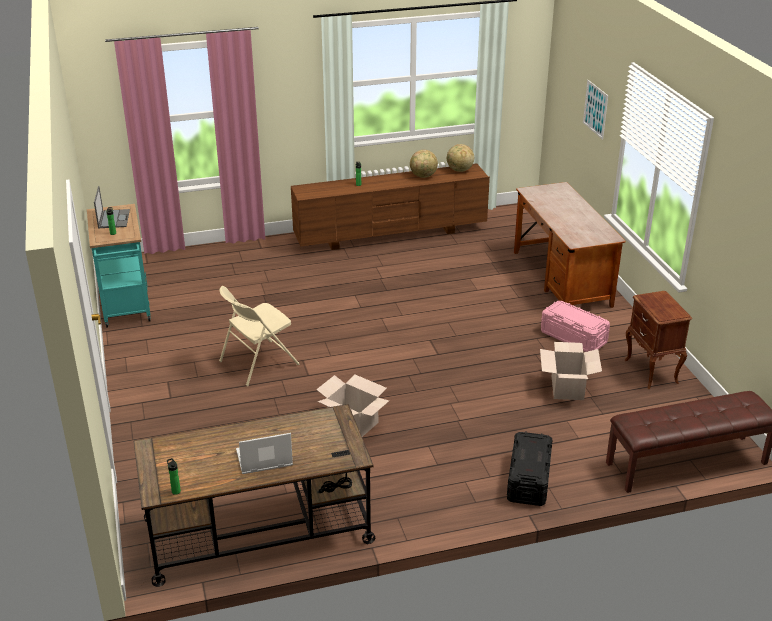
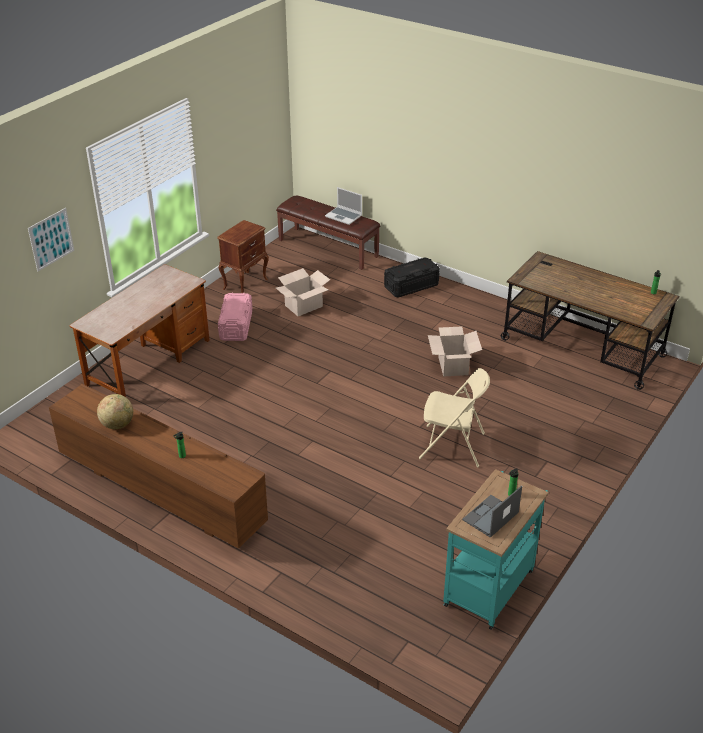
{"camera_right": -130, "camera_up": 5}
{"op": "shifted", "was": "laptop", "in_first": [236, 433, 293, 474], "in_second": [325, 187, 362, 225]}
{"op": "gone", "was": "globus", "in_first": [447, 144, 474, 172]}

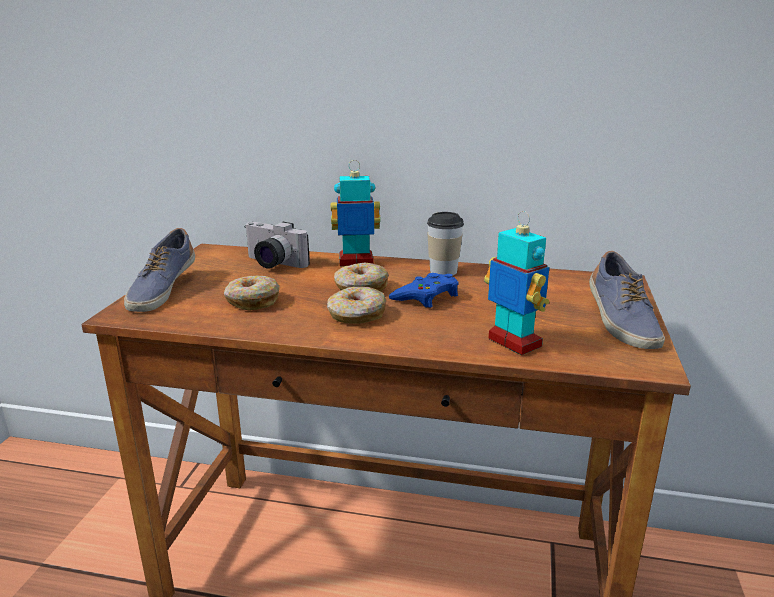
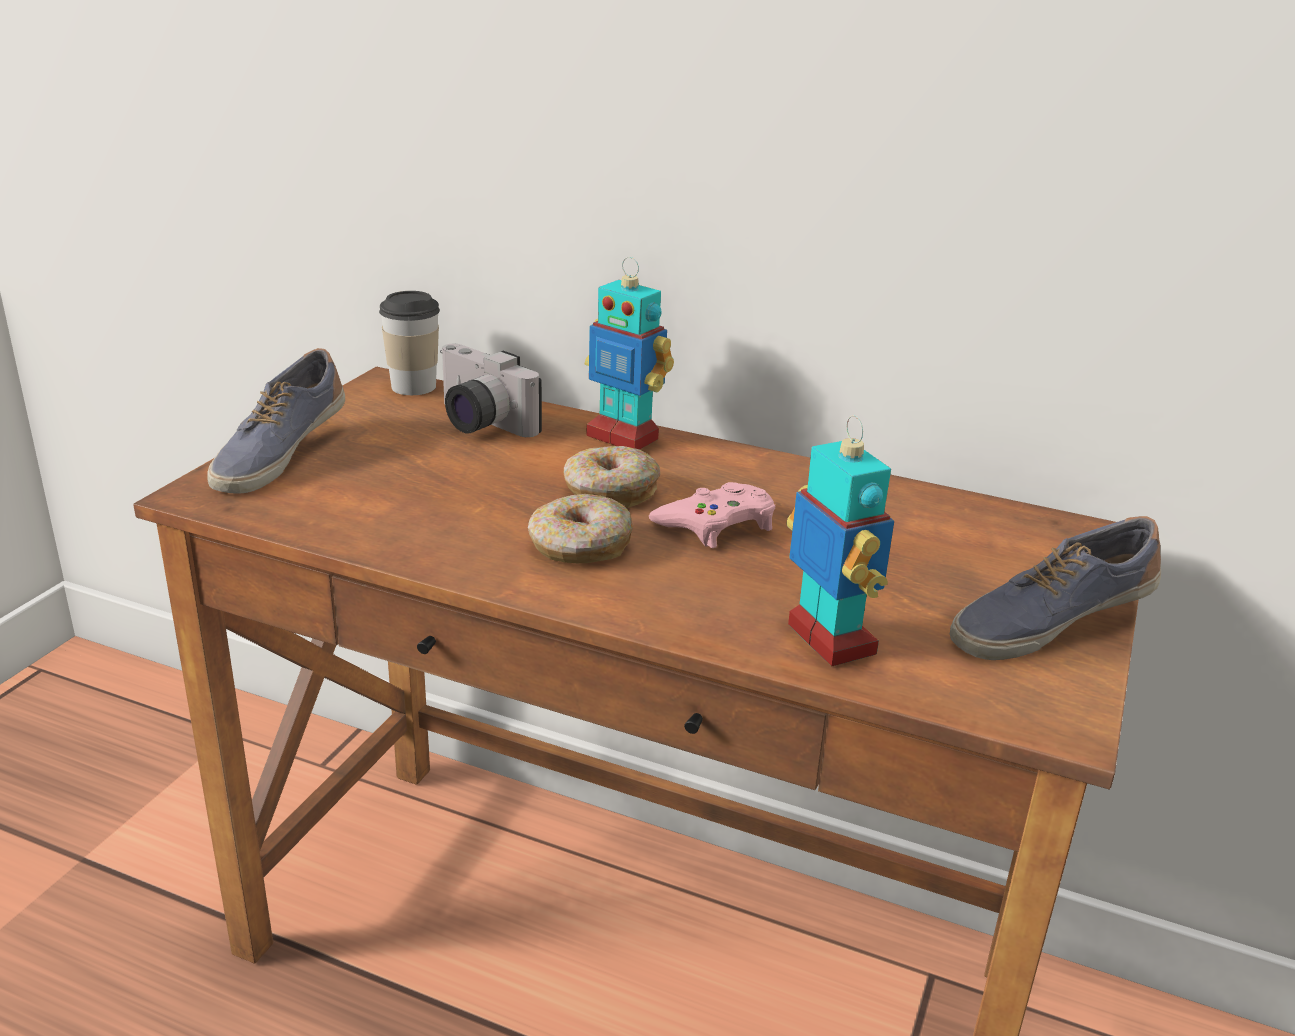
{"camera_right": 10, "camera_up": 5}
{"op": "gone", "was": "donut", "in_first": [224, 276, 280, 311]}
{"op": "rotated", "was": "robot zabawkowy", "in_first": [330, 160, 380, 266], "in_second": [584, 257, 674, 450], "clockwise": -150}
{"op": "repainted", "was": "pad do gier/niebieski", "now": "pad do gier/różowy", "in_first": [389, 273, 459, 308], "in_second": [649, 482, 775, 548]}
{"op": "shifted", "was": "filiżanka", "in_first": [427, 212, 464, 275], "in_second": [379, 291, 440, 395]}
{"op": "rotated", "was": "but", "in_first": [589, 251, 665, 349], "in_second": [950, 516, 1161, 660], "clockwise": 60}

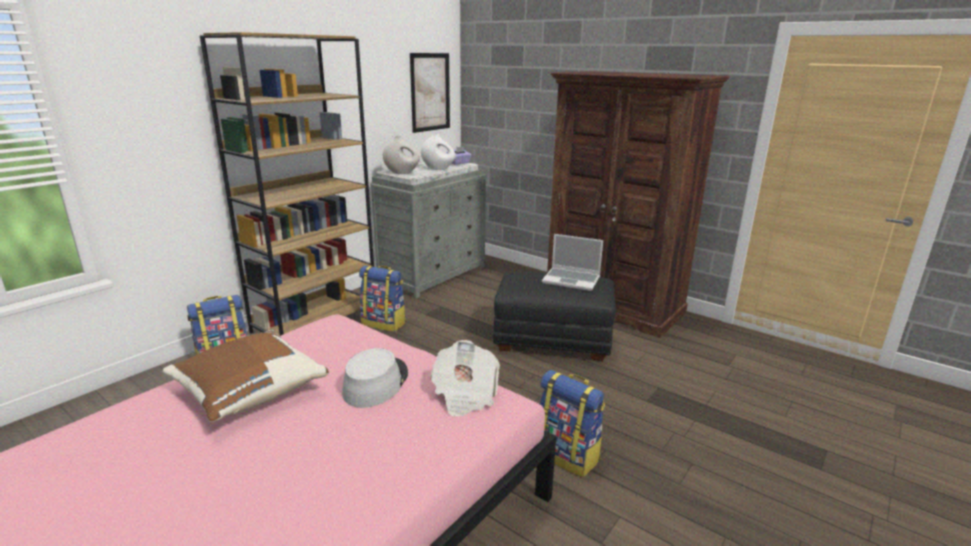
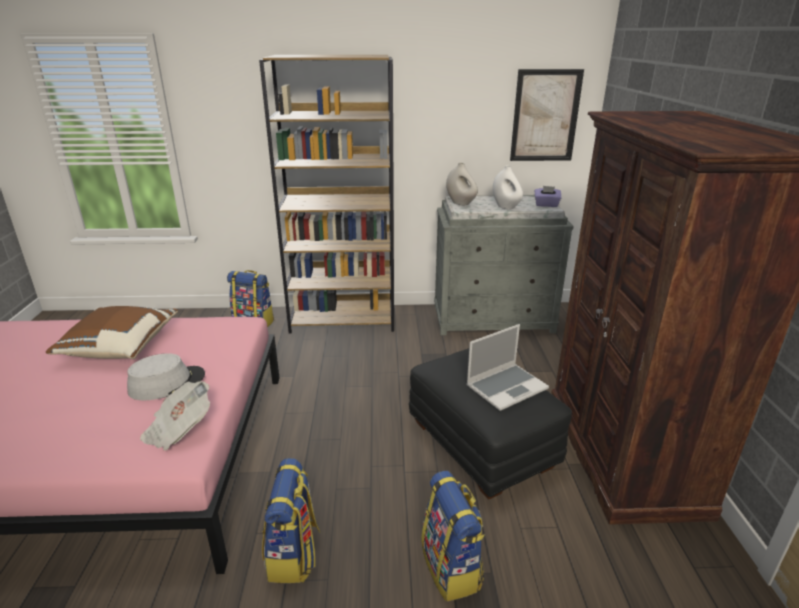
{"camera_right": 50, "camera_up": 5}
{"op": "shifted", "was": "plecak", "in_first": [359, 266, 406, 332], "in_second": [421, 471, 485, 602]}
{"op": "rotated", "was": "laptop", "in_first": [542, 234, 603, 291], "in_second": [466, 324, 549, 411], "clockwise": -105}

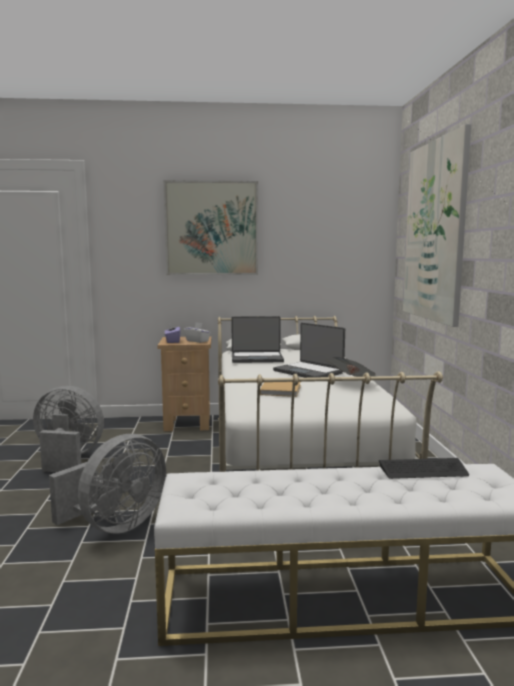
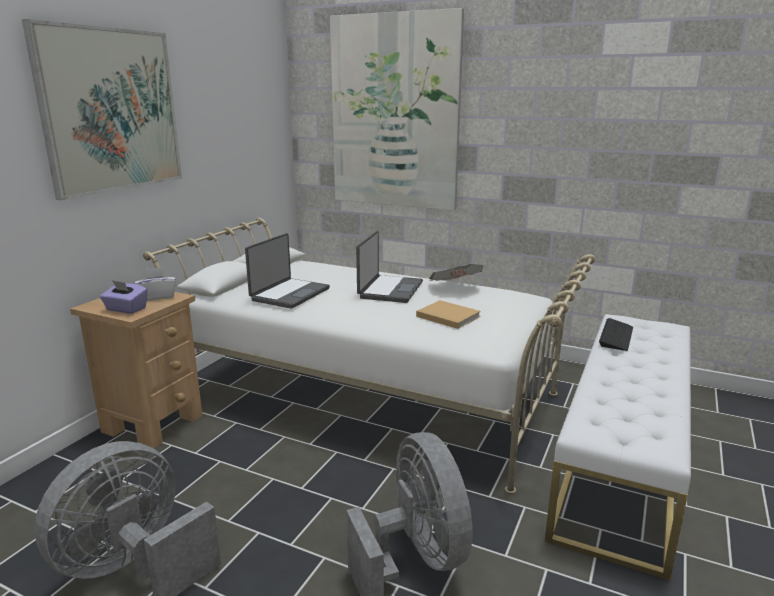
{"camera_right": -60, "camera_up": 10}
{"op": "rotated", "was": "laptop", "in_first": [273, 323, 345, 378], "in_second": [356, 231, 423, 303], "clockwise": -60}

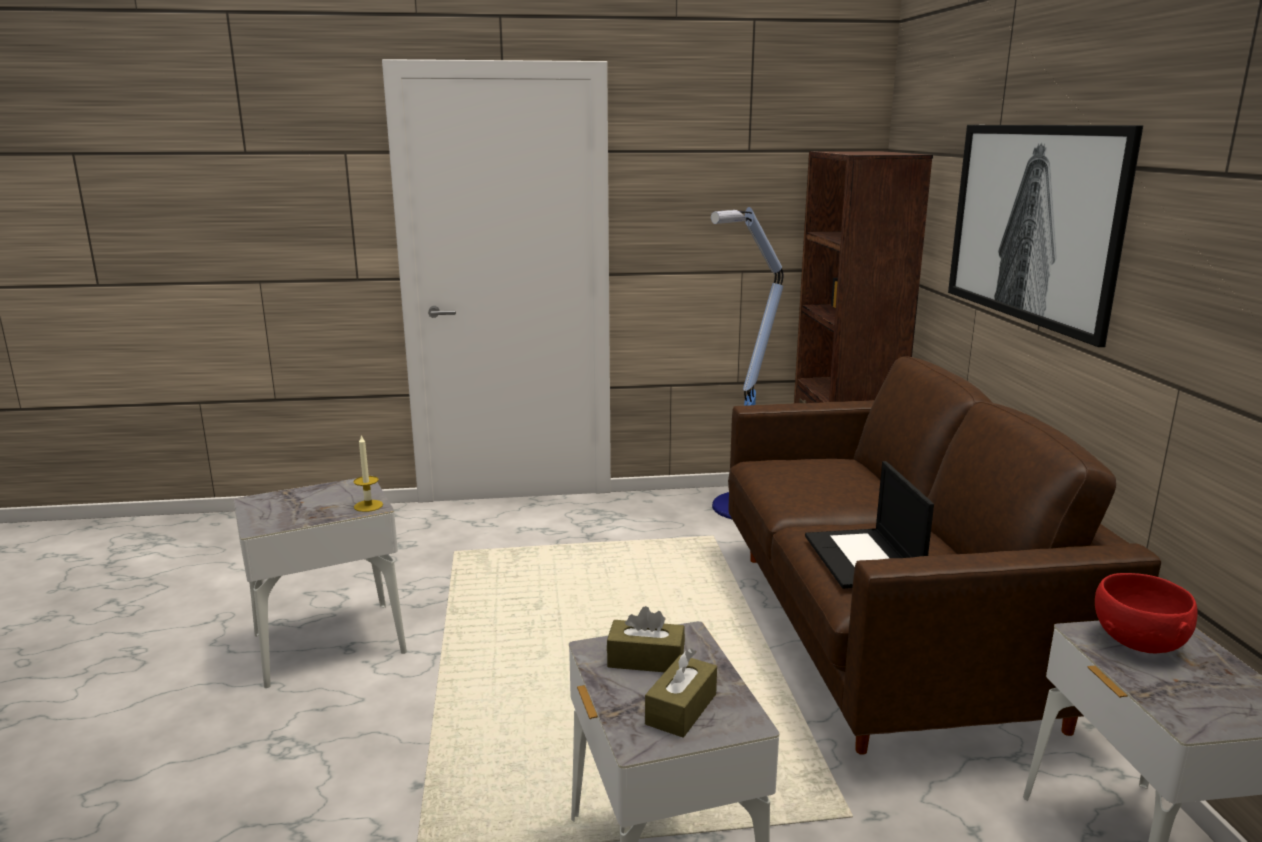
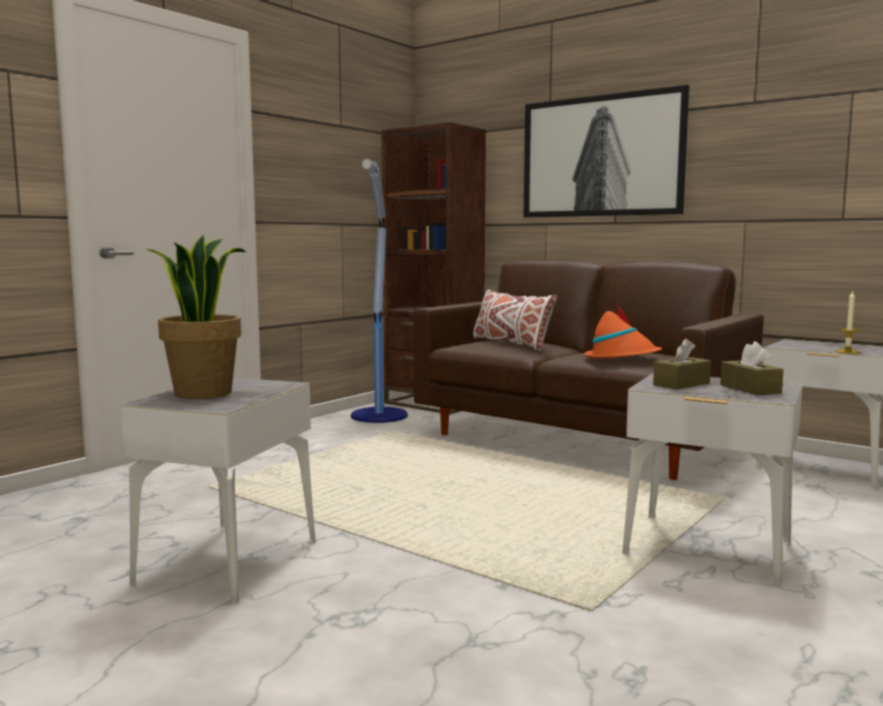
{"camera_right": -45, "camera_up": -10}
{"op": "shifted", "was": "świeca", "in_first": [353, 434, 383, 512], "in_second": [835, 290, 861, 354]}
{"op": "swapped", "was": "laptop", "now": "kapelusz/pomarańczowy", "in_first": [805, 461, 934, 589], "in_second": [584, 304, 662, 359]}
{"op": "gone", "was": "miska/czerwony", "in_first": [1095, 573, 1198, 653]}
{"op": "new", "now": "roślina doniczkowa", "in_second": [147, 235, 247, 399]}
{"op": "new", "now": "poduszka/biały", "in_second": [473, 290, 557, 351]}

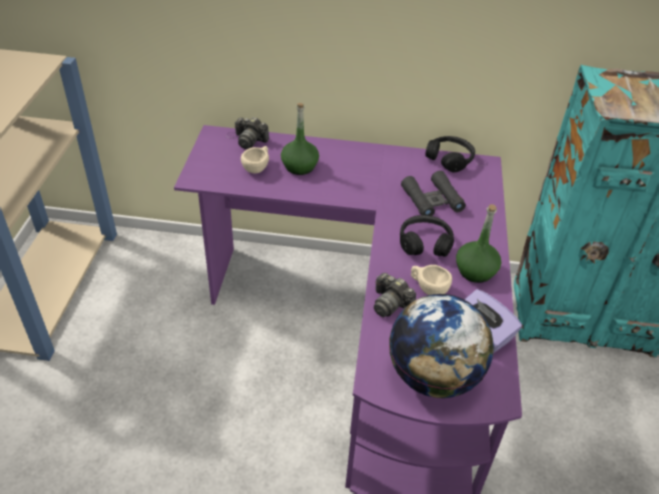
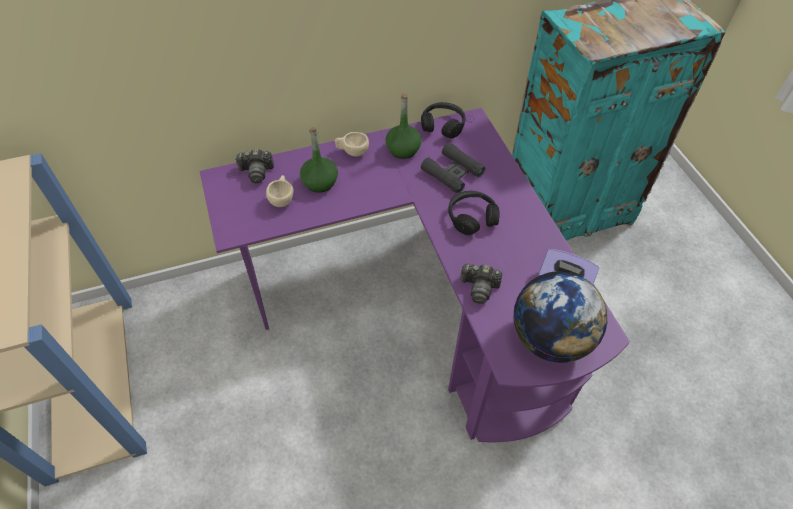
{"camera_right": -25, "camera_up": 10}
{"op": "shifted", "was": "filiżanka/beżowy", "in_first": [411, 265, 452, 295], "in_second": [335, 132, 369, 157]}
{"op": "shifted", "was": "butelka/zielony", "in_first": [456, 204, 501, 283], "in_second": [385, 93, 422, 159]}

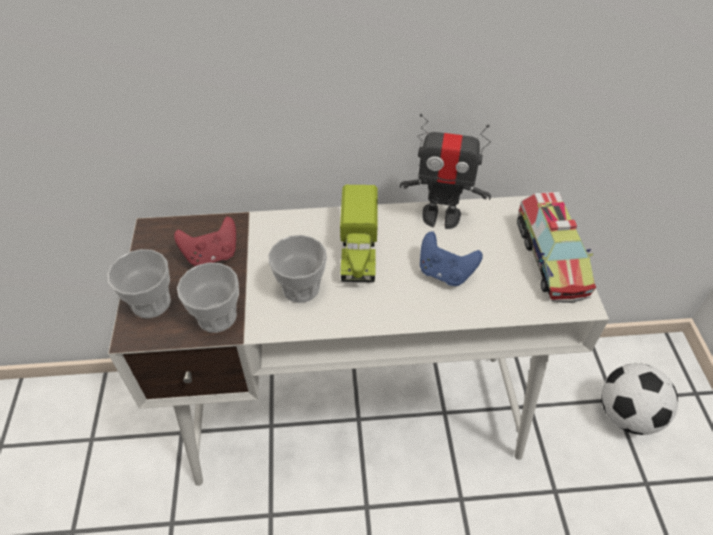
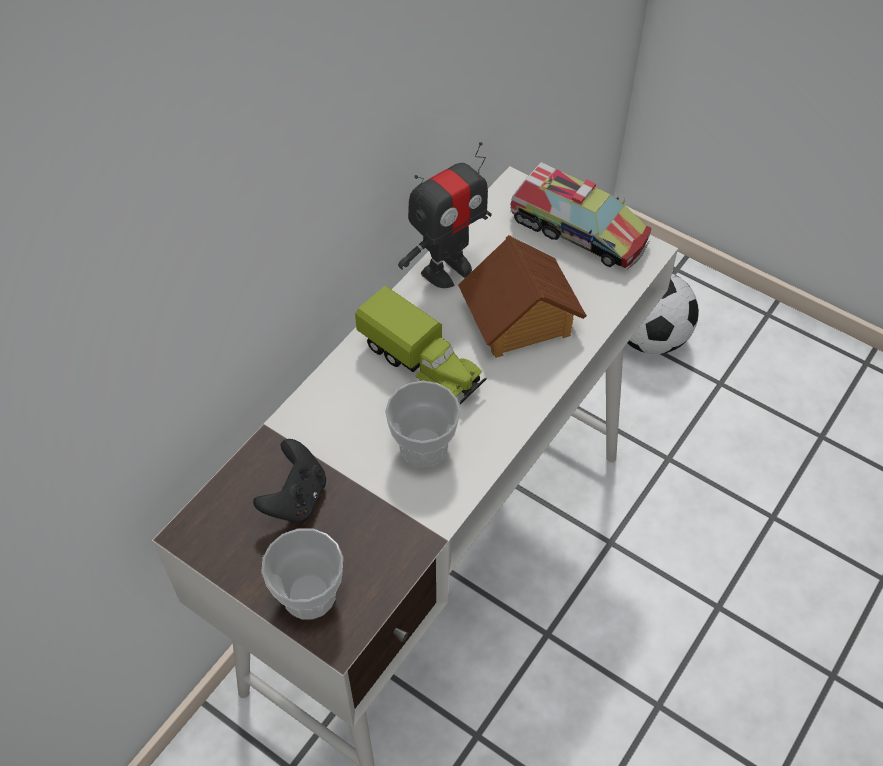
{"camera_right": -50, "camera_up": 5}
{"op": "repainted", "was": "pad do gier/czerwony", "now": "pad do gier/czarny", "in_first": [174, 216, 236, 266], "in_second": [253, 439, 326, 522]}
{"op": "gone", "was": "filiżanka", "in_first": [177, 262, 239, 333]}
{"op": "swapped", "was": "pad do gier/niebieski", "now": "domek", "in_first": [420, 231, 483, 286], "in_second": [458, 235, 587, 358]}

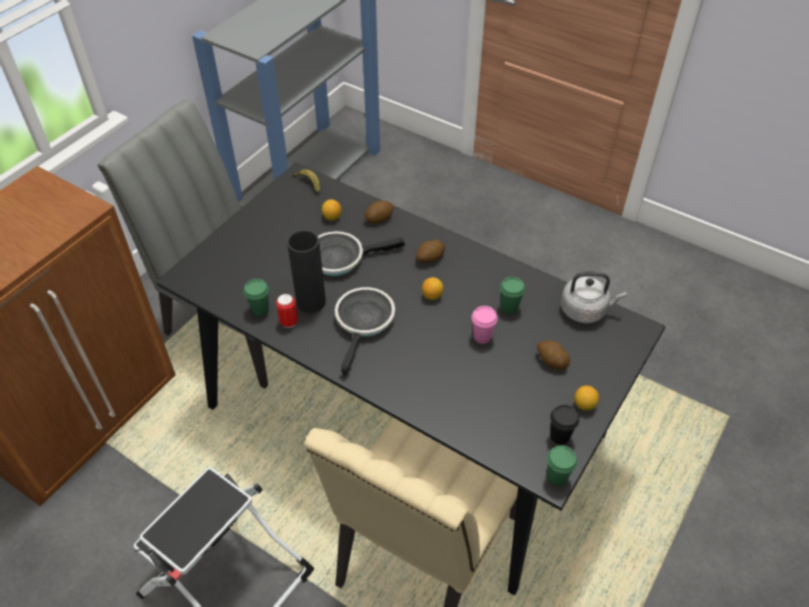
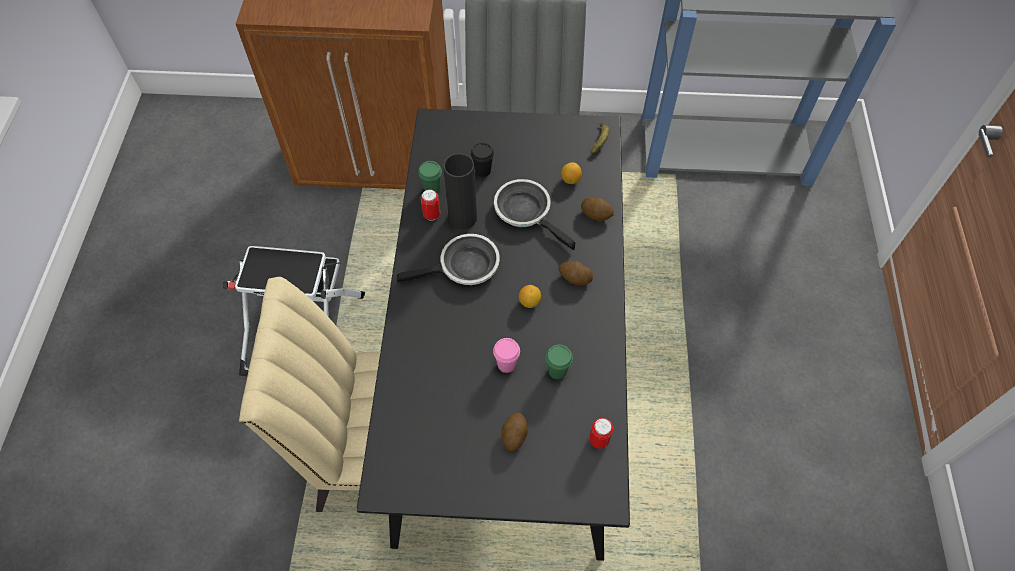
{"camera_right": 60, "camera_up": 10}
{"op": "gone", "was": "filiżanka/zielony", "in_first": [547, 446, 577, 487]}
{"op": "shifted", "was": "filiżanka/czarny", "in_first": [550, 404, 579, 445], "in_second": [471, 142, 494, 177]}
{"op": "swapped", "was": "czajnik/szary", "now": "puszka", "in_first": [561, 271, 627, 323], "in_second": [589, 418, 613, 449]}
{"op": "gone", "was": "cytryna", "in_first": [574, 385, 599, 411]}

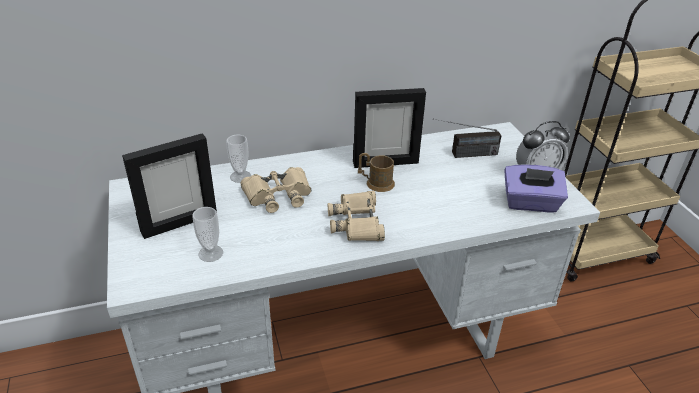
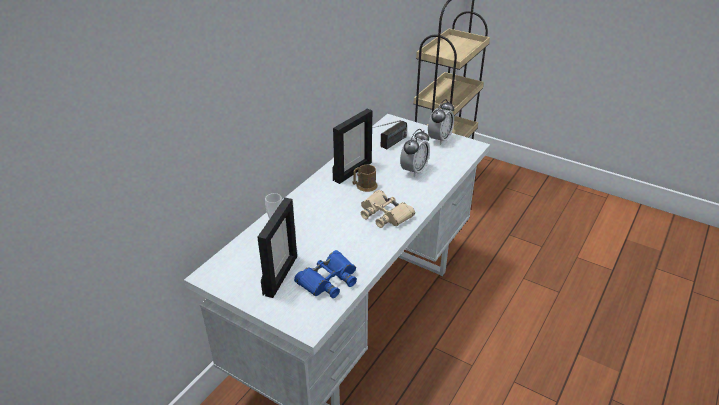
{"camera_right": -40, "camera_up": 0}
{"op": "swapped", "was": "filiżanka", "now": "lornetka/niebieski", "in_first": [192, 207, 223, 262], "in_second": [294, 250, 357, 298]}
{"op": "gone", "was": "lornetka/beżowy", "in_first": [241, 167, 311, 213]}
{"op": "gone", "was": "pudełko chusteczek/fioletowy", "in_first": [504, 165, 568, 212]}
{"op": "new", "now": "budzik", "in_second": [400, 129, 430, 177]}

